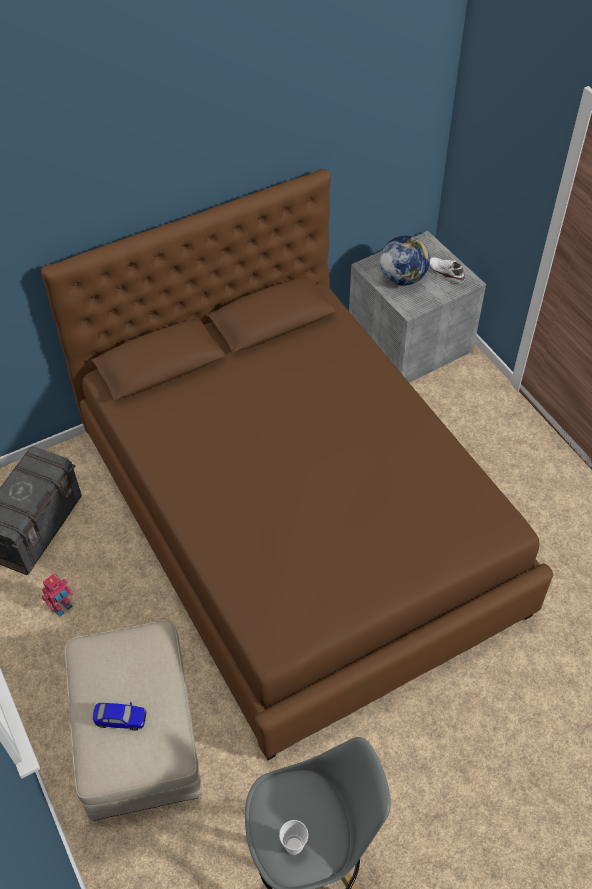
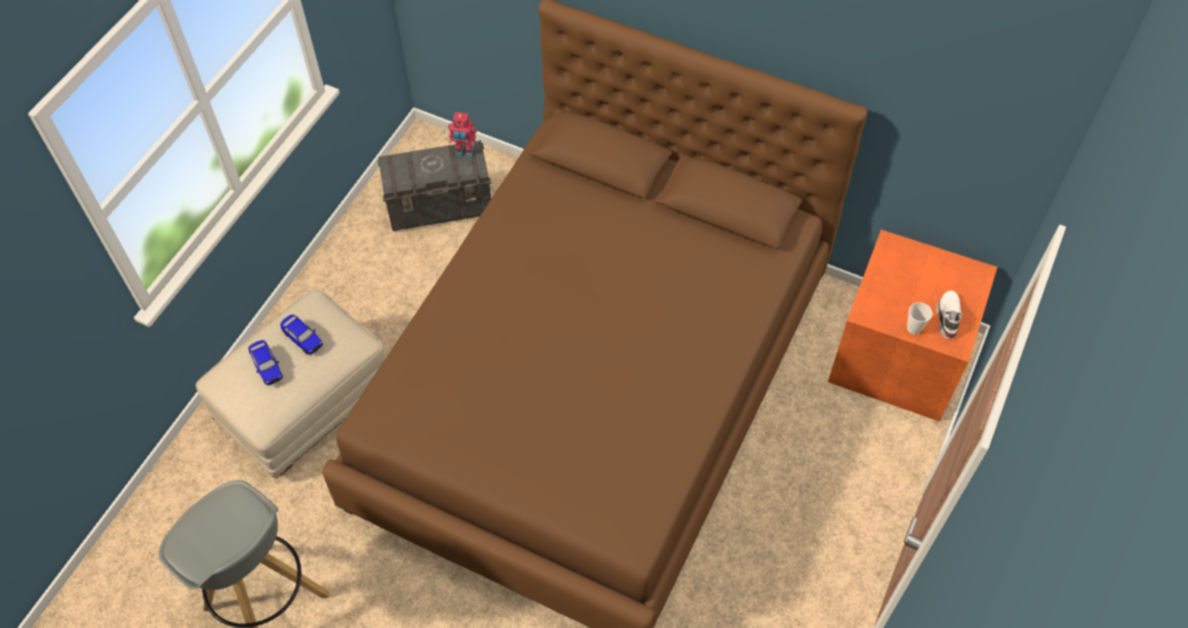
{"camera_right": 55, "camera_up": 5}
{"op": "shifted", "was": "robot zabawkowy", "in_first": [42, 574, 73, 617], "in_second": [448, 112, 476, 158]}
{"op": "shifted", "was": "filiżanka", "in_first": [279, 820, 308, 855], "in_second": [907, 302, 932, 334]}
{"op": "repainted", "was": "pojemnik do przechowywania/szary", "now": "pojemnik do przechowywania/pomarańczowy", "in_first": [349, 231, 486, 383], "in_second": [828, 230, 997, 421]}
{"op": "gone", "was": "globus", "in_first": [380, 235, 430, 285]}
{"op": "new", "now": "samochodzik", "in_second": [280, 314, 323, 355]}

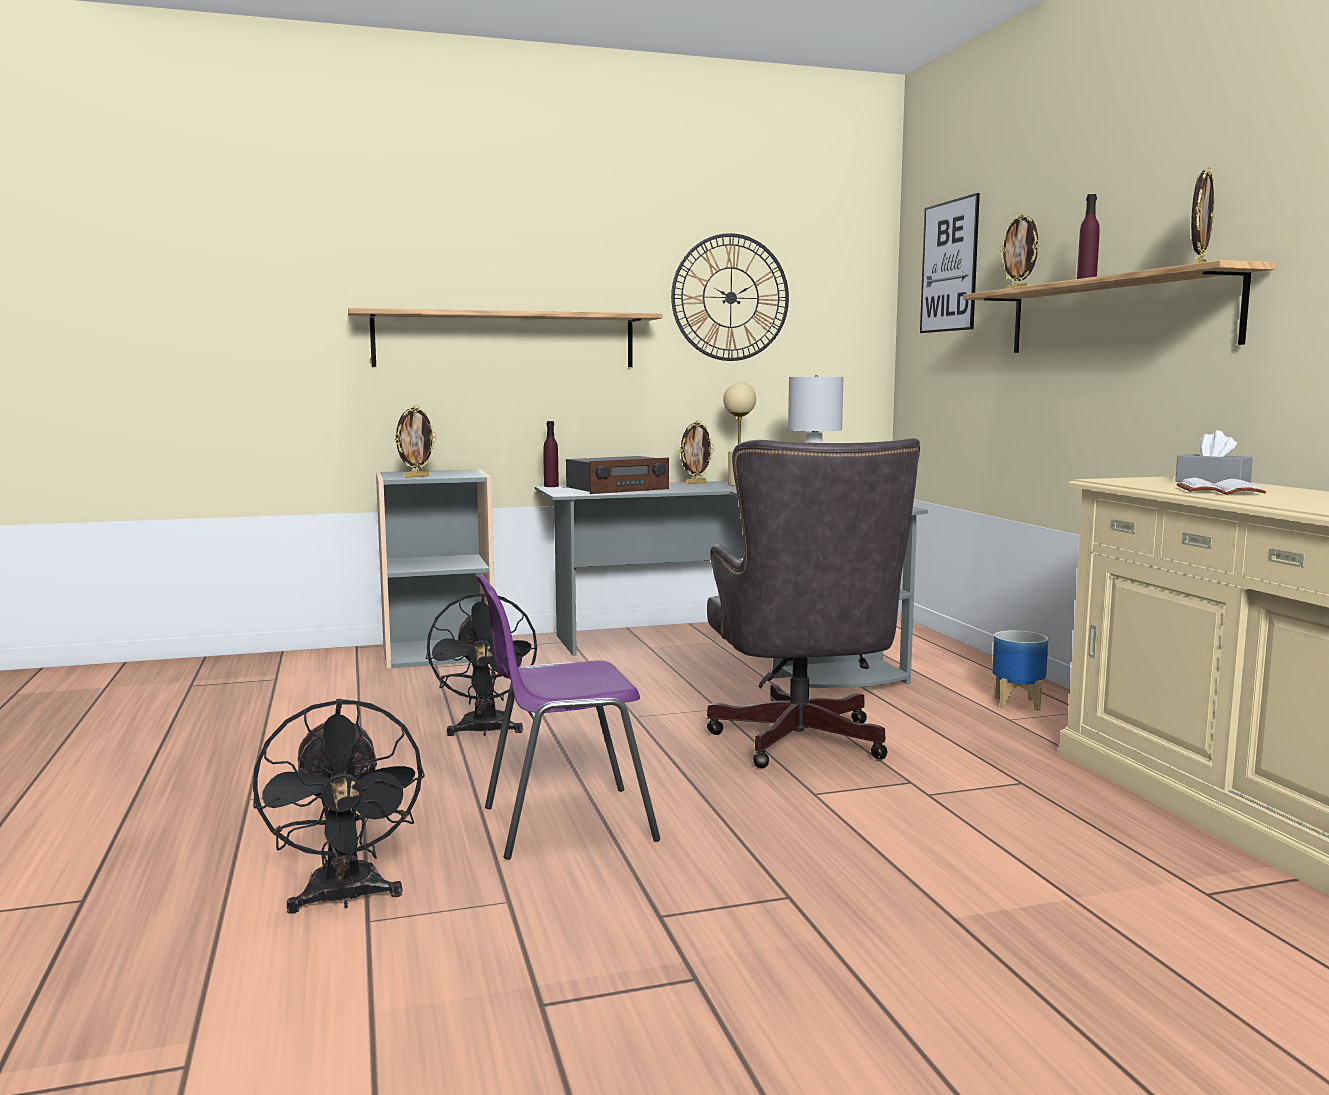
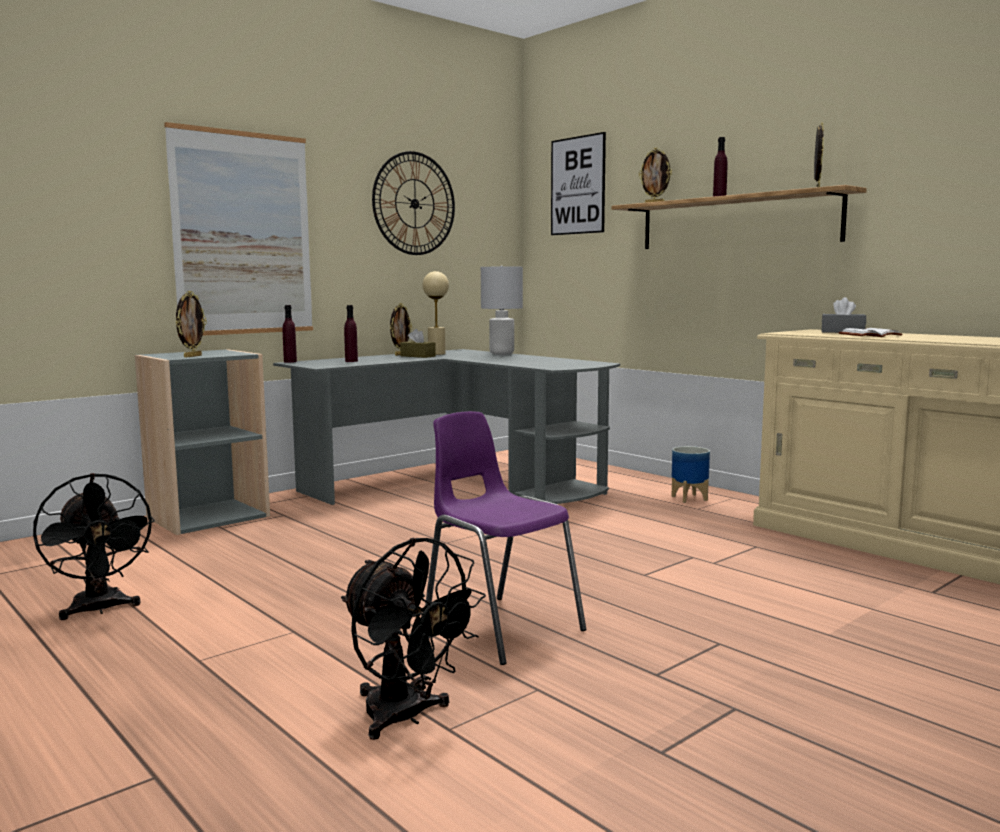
{"camera_right": -25, "camera_up": 0}
{"op": "swapped", "was": "półka", "now": "obraz", "in_first": [348, 308, 662, 367], "in_second": [164, 122, 313, 337]}
{"op": "shifted", "was": "wentylator/czarny", "in_first": [426, 593, 537, 736], "in_second": [33, 473, 155, 620]}
{"op": "rotated", "was": "krzesło/fioletowy", "in_first": [477, 574, 660, 860], "in_second": [425, 411, 586, 665], "clockwise": 90}
{"op": "swapped", "was": "radio", "now": "butelka/fioletowy", "in_first": [566, 456, 669, 494], "in_second": [344, 305, 358, 362]}
{"op": "gone", "was": "krzesło biurowe/szary", "in_first": [707, 438, 920, 768]}
{"op": "new", "now": "pudełko chusteczek/brązowy", "in_second": [400, 329, 436, 358]}

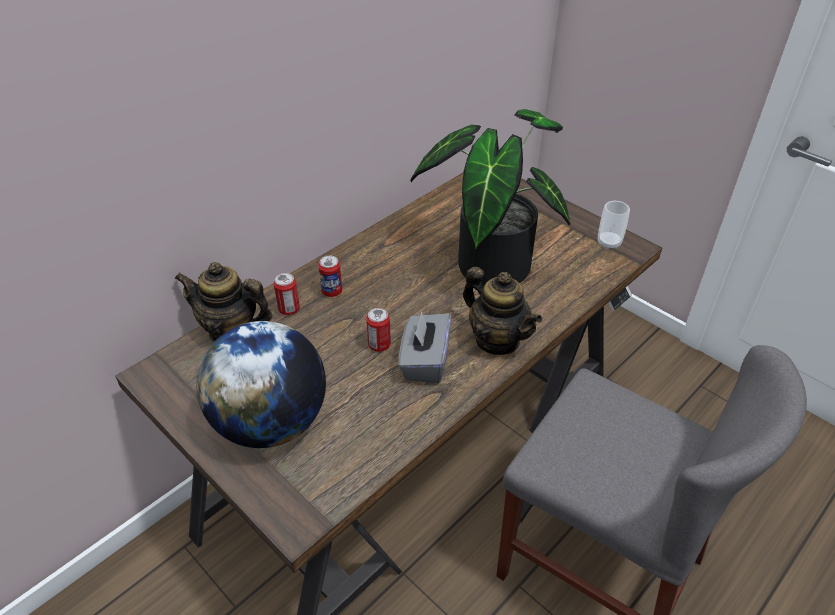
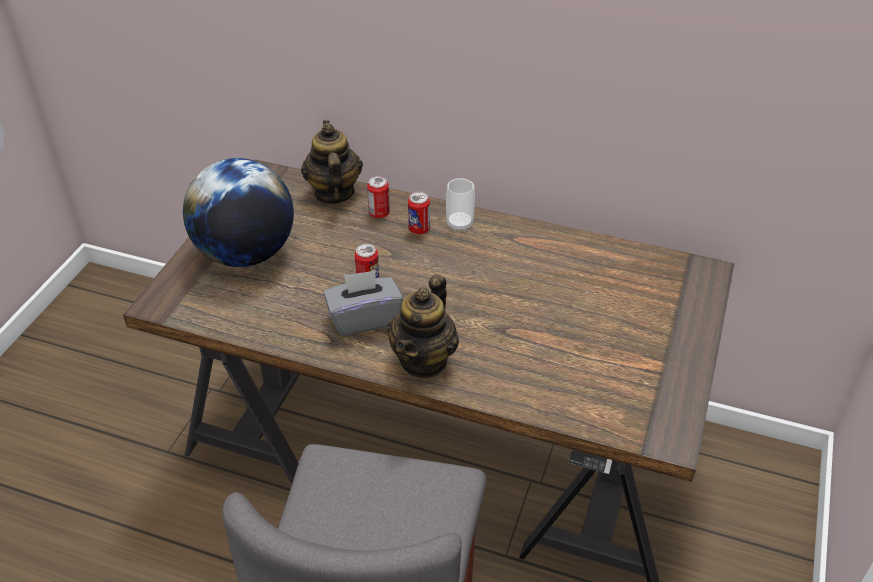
{"camera_right": 65, "camera_up": 0}
{"op": "gone", "was": "roślina doniczkowa", "in_first": [410, 109, 570, 287]}
{"op": "shifted", "was": "filiżanka", "in_first": [598, 201, 630, 249], "in_second": [446, 178, 475, 231]}

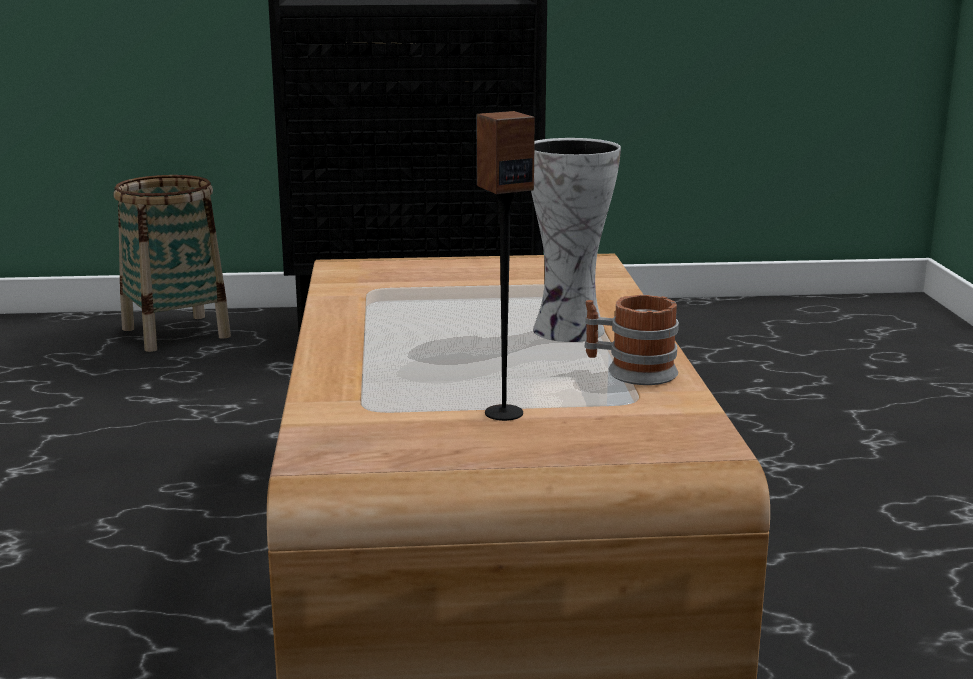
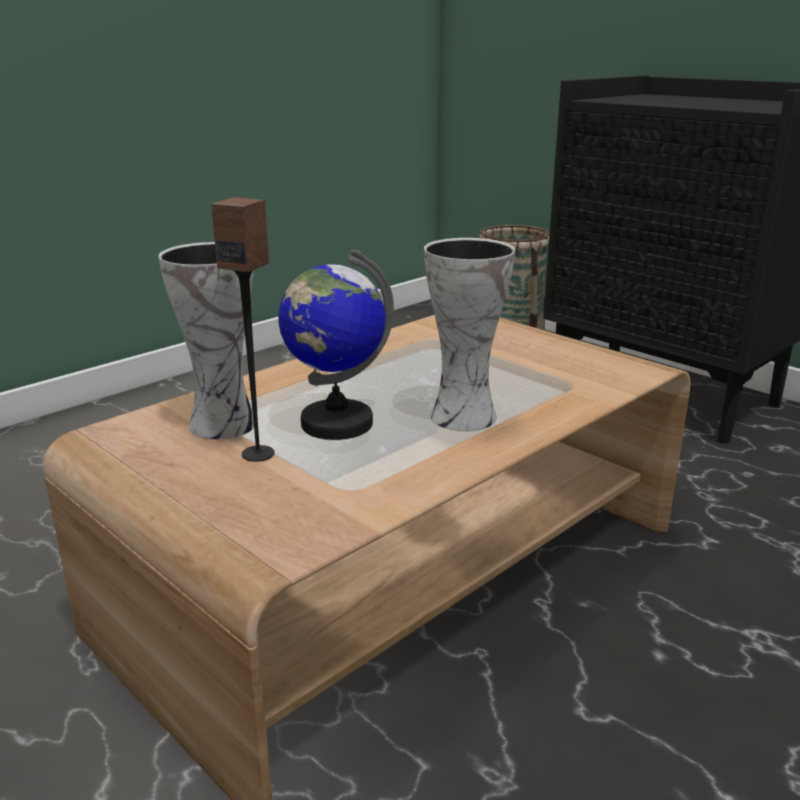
{"camera_right": 50, "camera_up": 5}
{"op": "gone", "was": "kubek", "in_first": [585, 295, 679, 385]}
{"op": "new", "now": "wazon", "in_second": [158, 242, 254, 439]}
{"op": "new", "now": "globus", "in_second": [278, 249, 394, 440]}

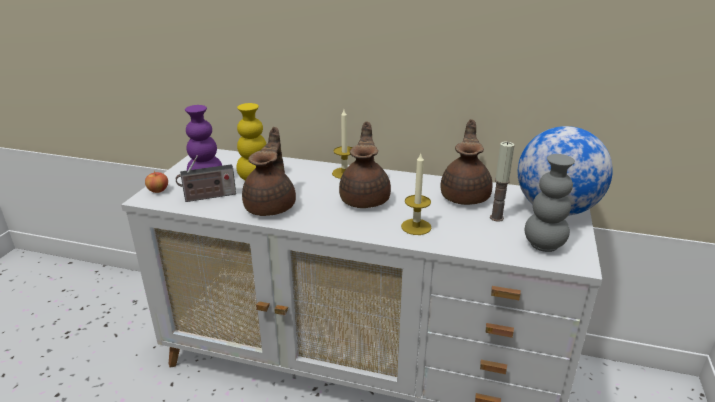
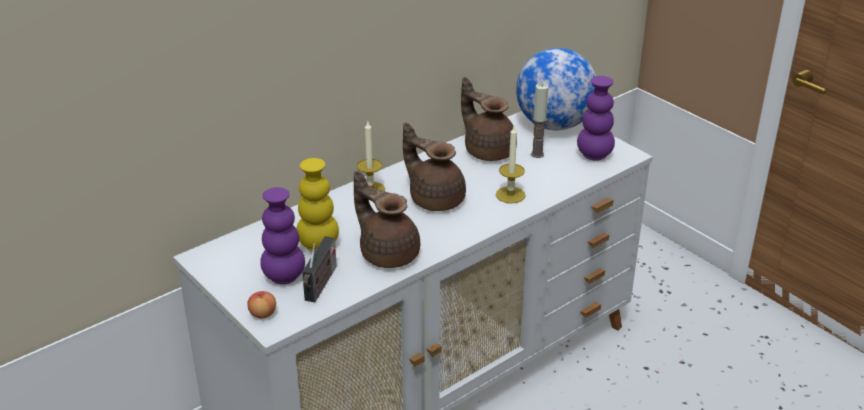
{"camera_right": -55, "camera_up": 5}
{"op": "repainted", "was": "wazon/szary", "now": "wazon/fioletowy", "in_first": [525, 154, 575, 252], "in_second": [577, 76, 615, 161]}

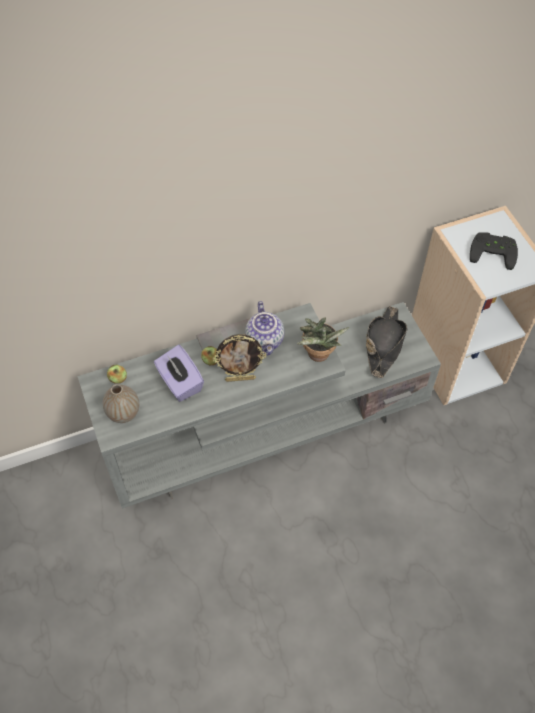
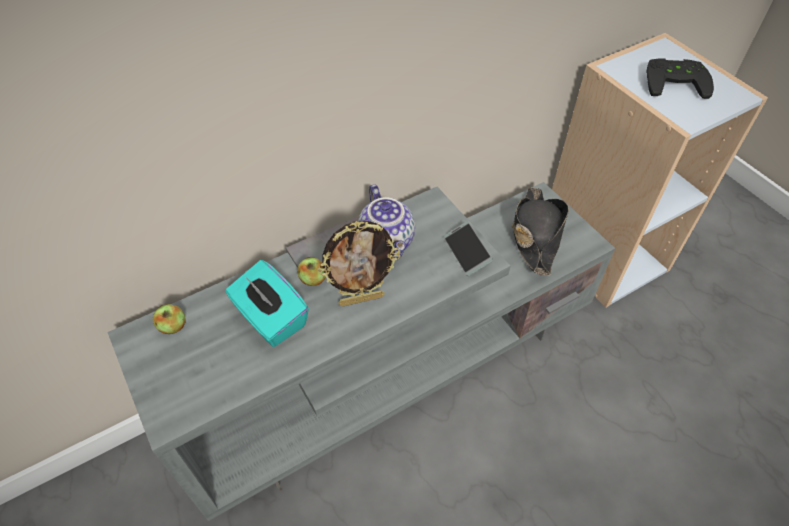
{"camera_right": -10, "camera_up": -5}
{"op": "gone", "was": "wazon", "in_first": [103, 384, 139, 423]}
{"op": "repainted", "was": "pudełko chusteczek/fioletowy", "now": "pudełko chusteczek/turkusowy", "in_first": [154, 345, 204, 402], "in_second": [225, 260, 309, 347]}
{"op": "swapped", "was": "roślina doniczkowa", "now": "telefon", "in_first": [297, 317, 349, 362], "in_second": [444, 221, 493, 276]}

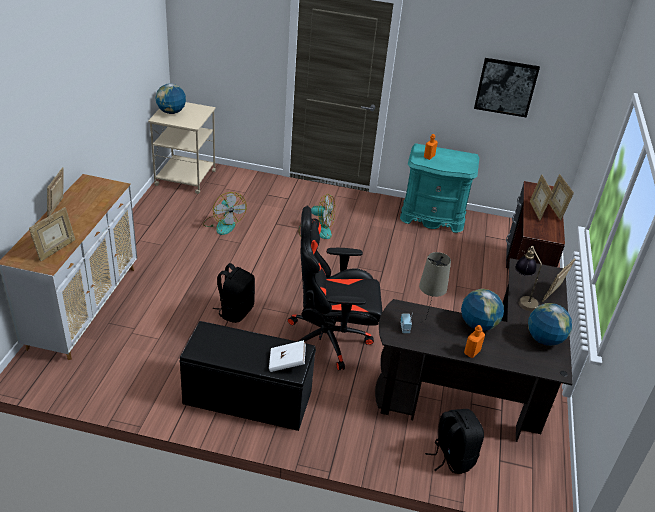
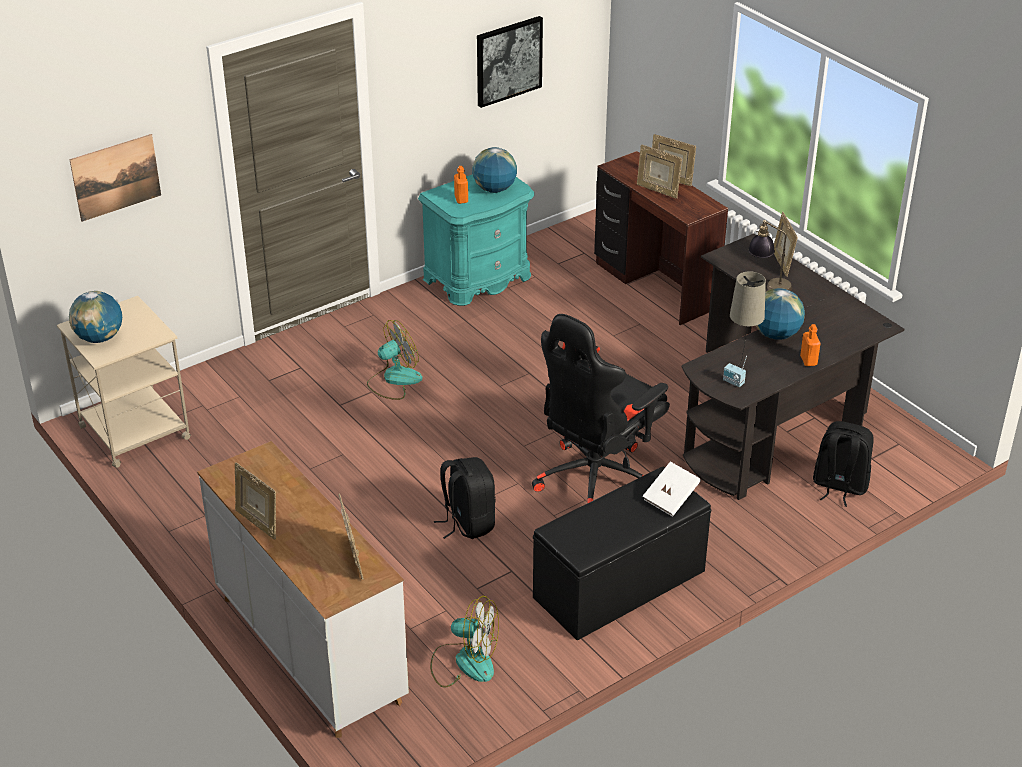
{"camera_right": -45, "camera_up": 0}
{"op": "shifted", "was": "wentylator", "in_first": [203, 192, 247, 235], "in_second": [430, 596, 499, 687]}
{"op": "shifted", "was": "globus", "in_first": [528, 303, 572, 346], "in_second": [472, 147, 517, 193]}
{"op": "new", "now": "obraz", "in_second": [69, 134, 161, 222]}

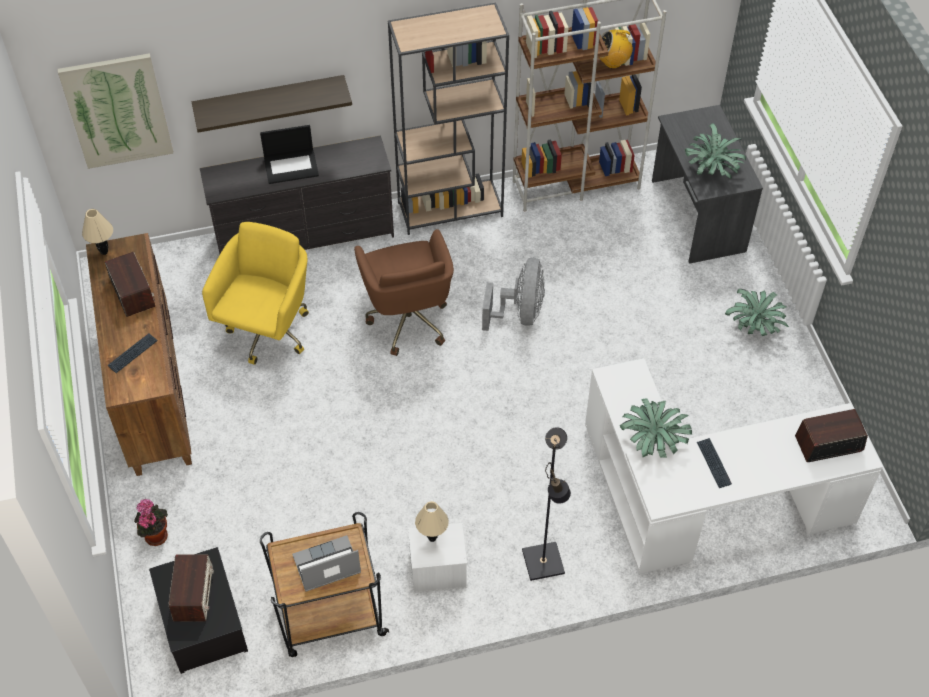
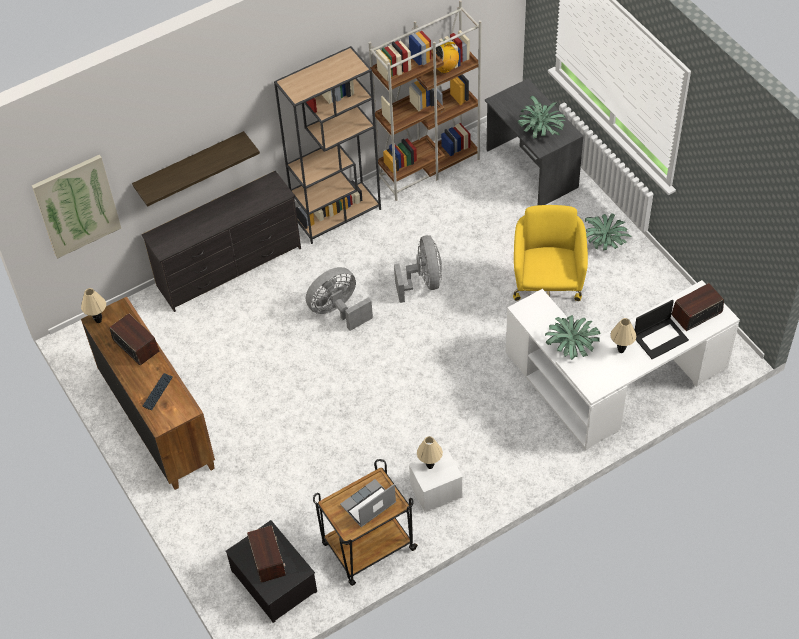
{"camera_right": -15, "camera_up": 0}
{"op": "gone", "was": "roślina doniczkowa", "in_first": [134, 499, 168, 546]}
{"op": "shifted", "was": "krzesło biurowe/żółty", "in_first": [202, 222, 309, 365], "in_second": [513, 205, 588, 301]}
{"op": "shifted", "was": "laptop", "in_first": [260, 125, 319, 184], "in_second": [635, 300, 689, 359]}
{"op": "swapped", "was": "krzesło biurowe/brązowy", "now": "wentylator/szary", "in_first": [354, 229, 454, 356], "in_second": [306, 267, 373, 331]}
{"op": "gone", "was": "lampa stojąca/czarny", "in_first": [522, 427, 571, 581]}
{"op": "swapped", "was": "klawiatura", "now": "lampa stołowa/beżowy", "in_first": [697, 438, 732, 488], "in_second": [610, 318, 636, 353]}

